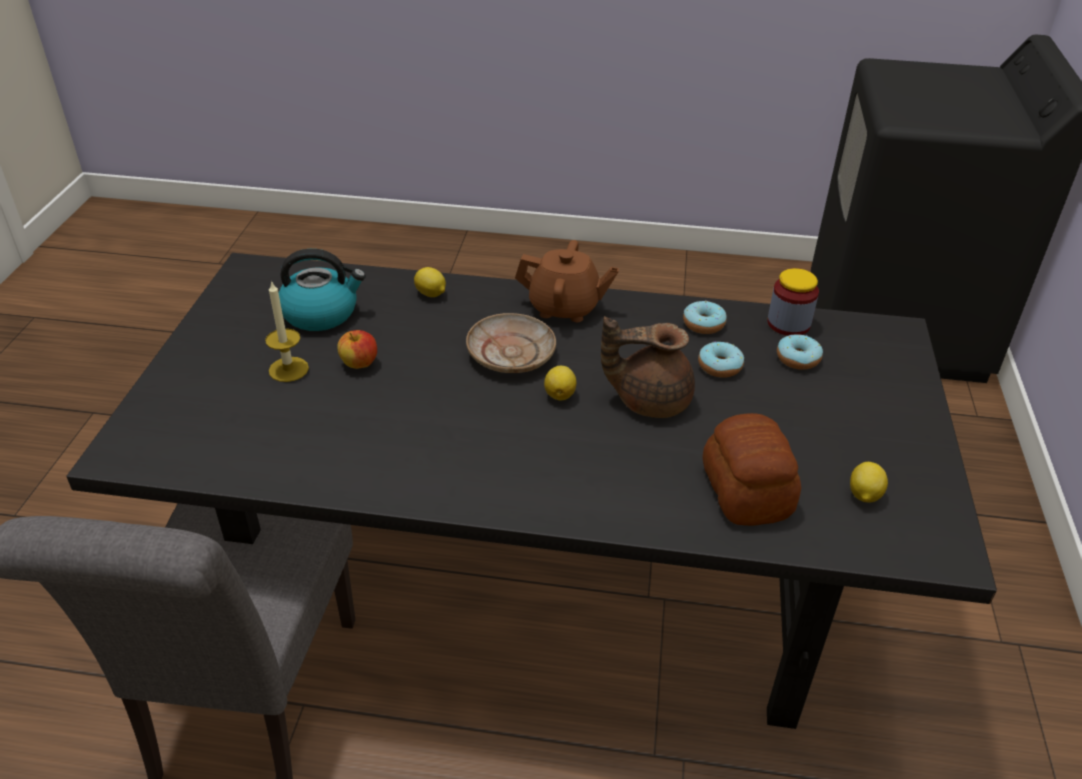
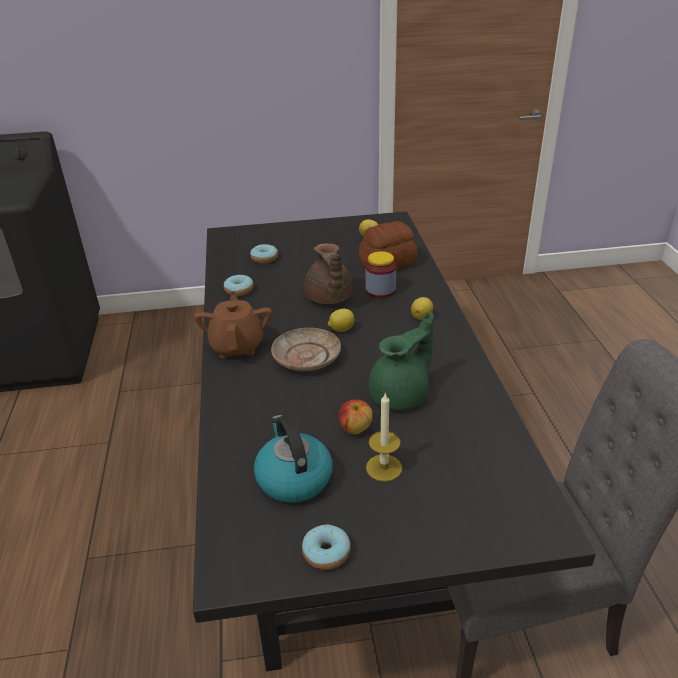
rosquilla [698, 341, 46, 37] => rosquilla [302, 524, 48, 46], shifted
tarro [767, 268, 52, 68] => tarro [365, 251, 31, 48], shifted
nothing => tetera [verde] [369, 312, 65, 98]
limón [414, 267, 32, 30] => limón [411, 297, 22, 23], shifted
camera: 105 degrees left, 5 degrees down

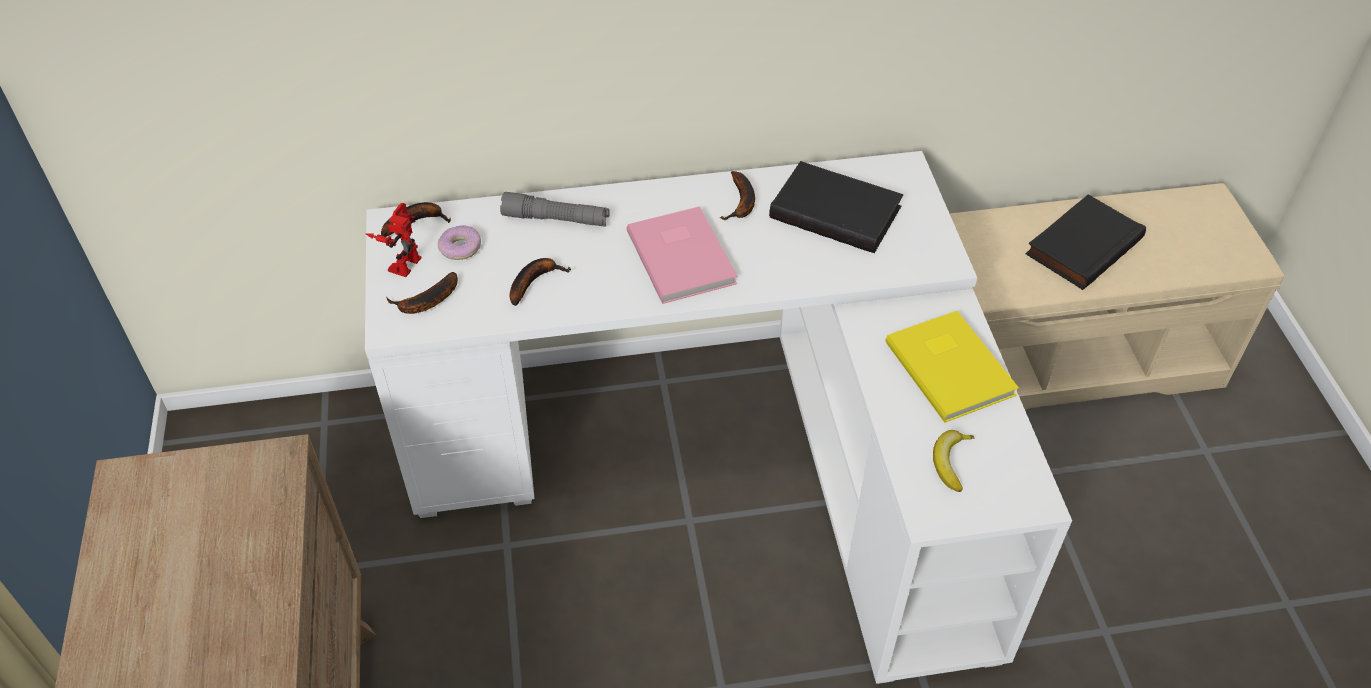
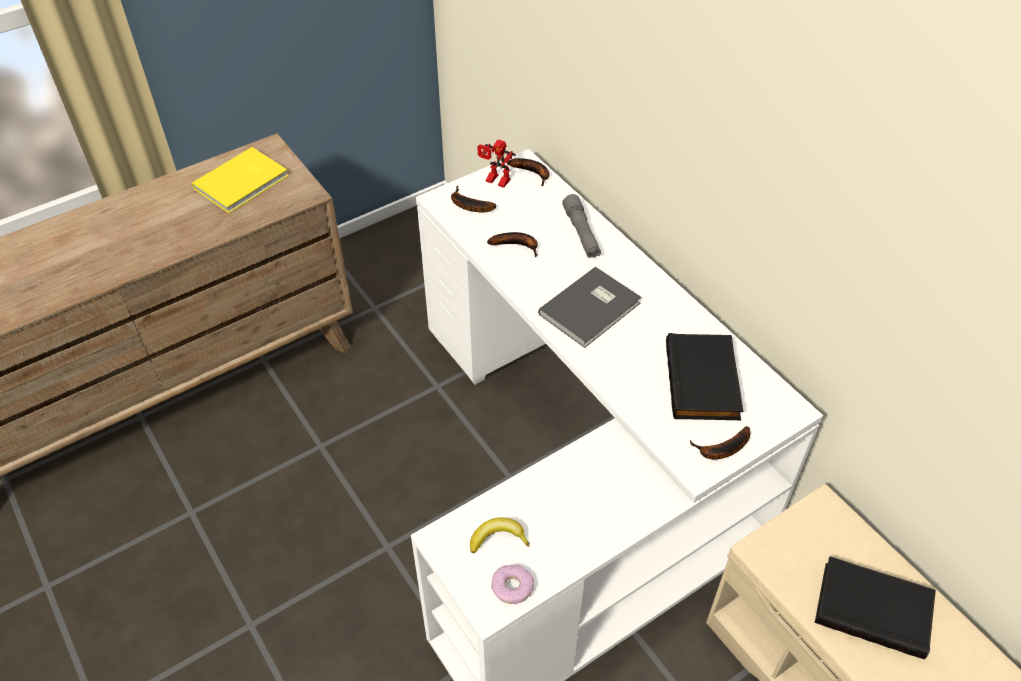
libro [amarillo] [885, 311, 134, 112] => libro [amarillo] [192, 147, 97, 66], shifted
robot de juguete [366, 203, 56, 74] => robot de juguete [477, 140, 39, 48], 150 degrees counterclockwise
rosquilla [438, 225, 43, 35] => rosquilla [491, 565, 43, 39], shifted
libro [rosa] [626, 206, 111, 98] => libro [gris] [538, 267, 103, 81]
plátano [720, 171, 35, 49] => plátano [690, 426, 61, 34], shifted
camera: 65 degrees right, 0 degrees up

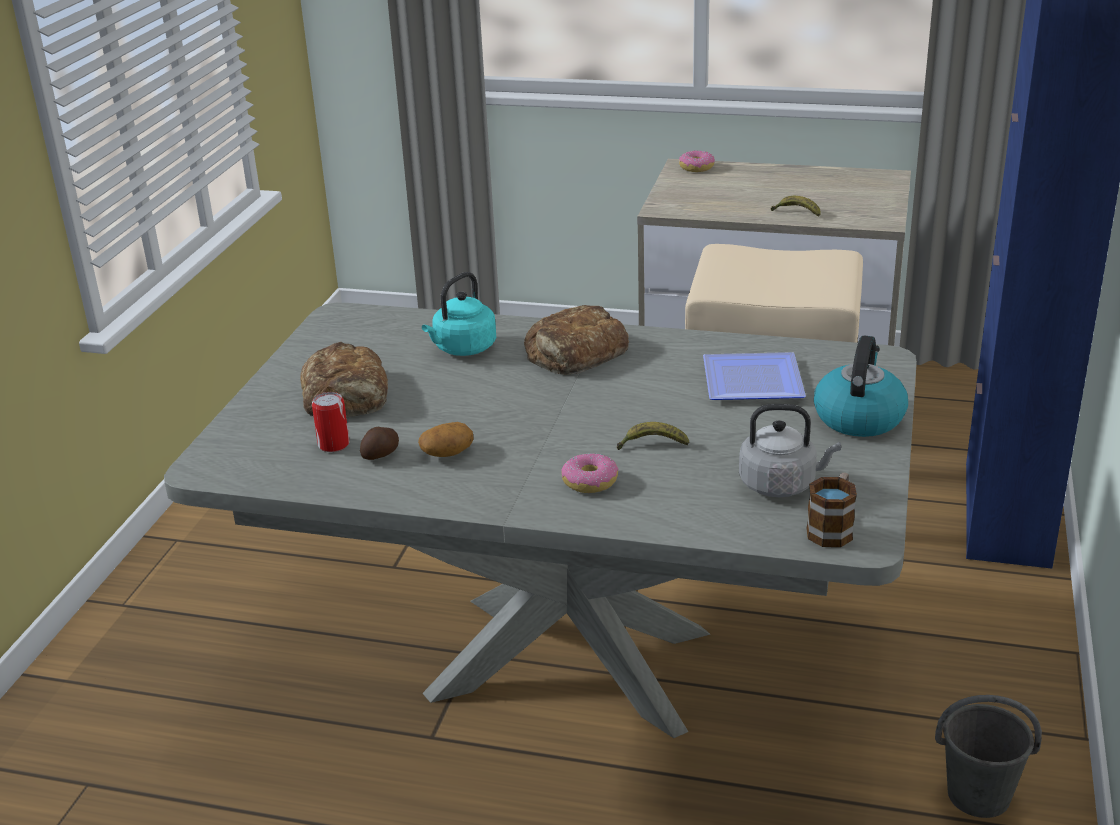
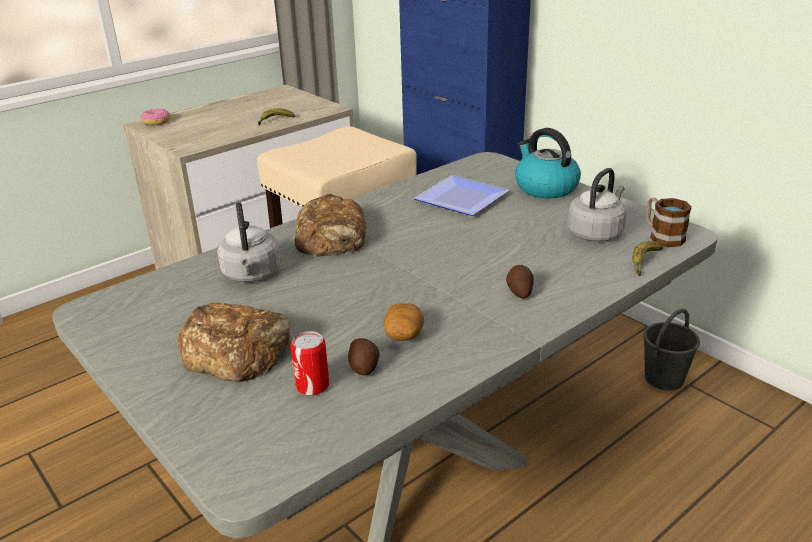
hervidor [turquesa] [422, 272, 74, 84] => hervidor [gris] [217, 202, 64, 80]
rosquilla [561, 453, 58, 40] => patata [506, 265, 28, 33]
plátano [617, 422, 72, 28] => plátano [632, 241, 31, 35], shifted
camera: 55 degrees left, 0 degrees up

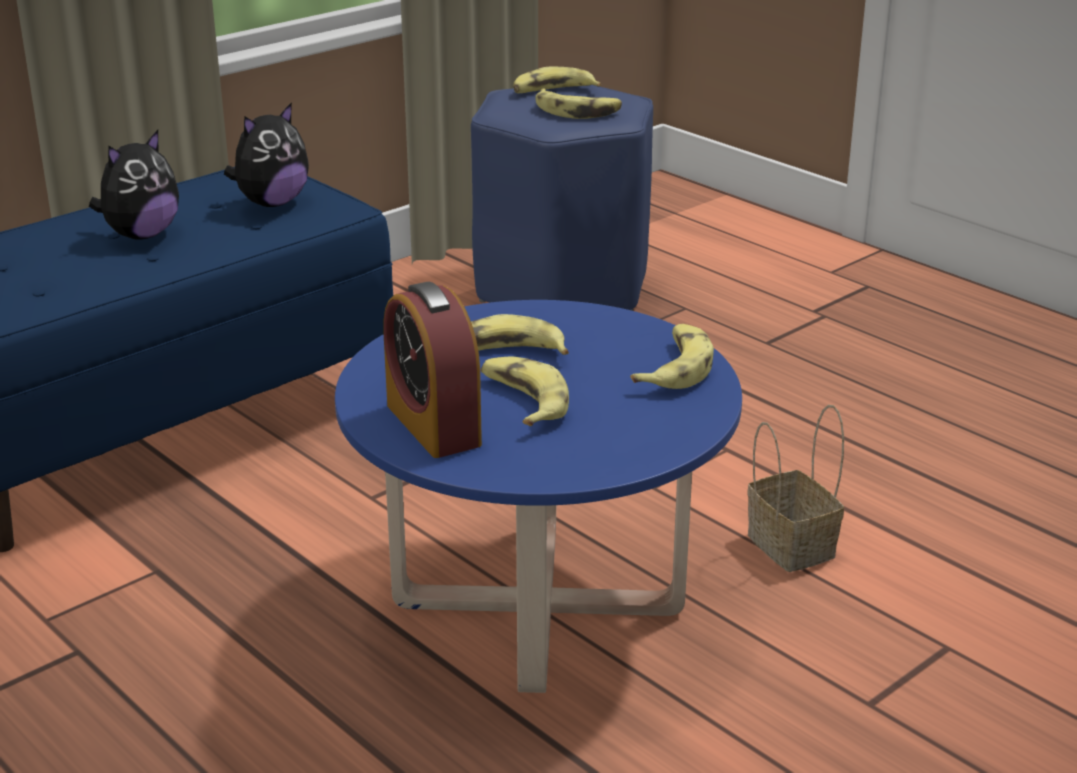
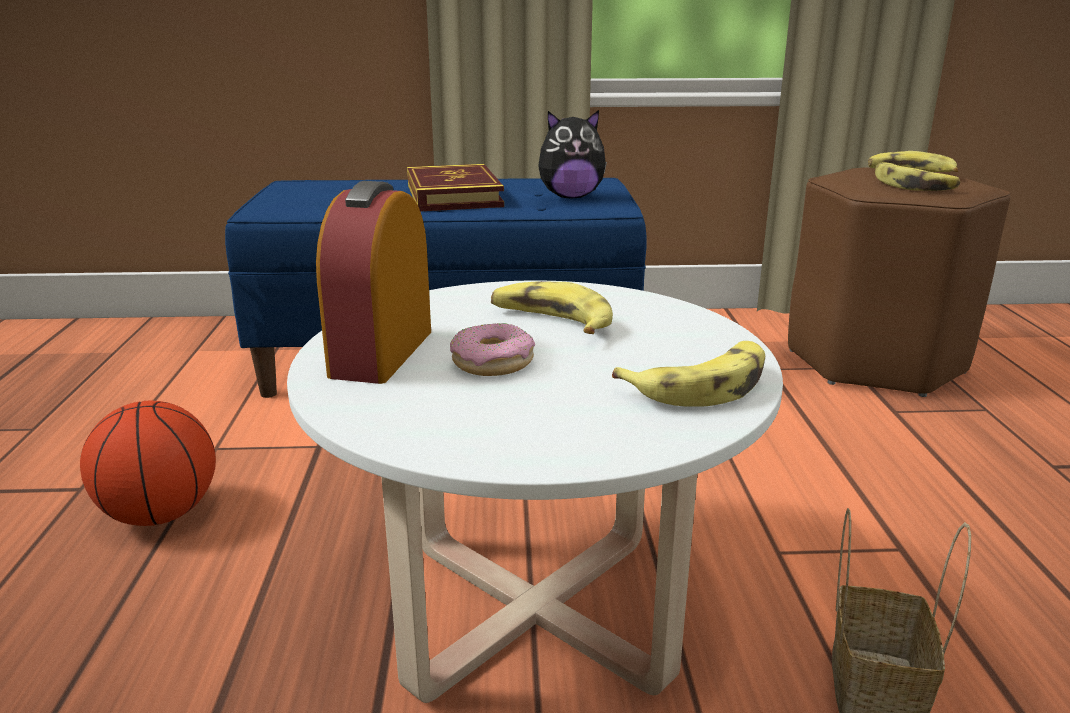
nothing => balón de baloncesto [80, 401, 136, 125]
mesa de centro [azul] [335, 300, 407, 393] => mesa de centro [blanco] [287, 281, 496, 422]
peluche [89, 130, 90, 110] => libro [407, 164, 97, 47]
plátano [481, 356, 88, 70] => rosquilla [450, 323, 85, 53]
taburete [azul] [471, 85, 182, 226] => taburete [marrón] [788, 167, 222, 230]
camera: 40 degrees right, 5 degrees down

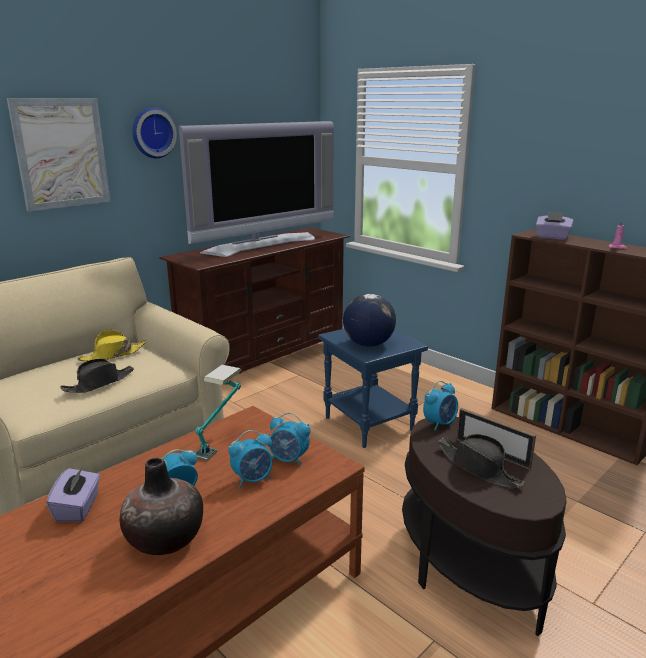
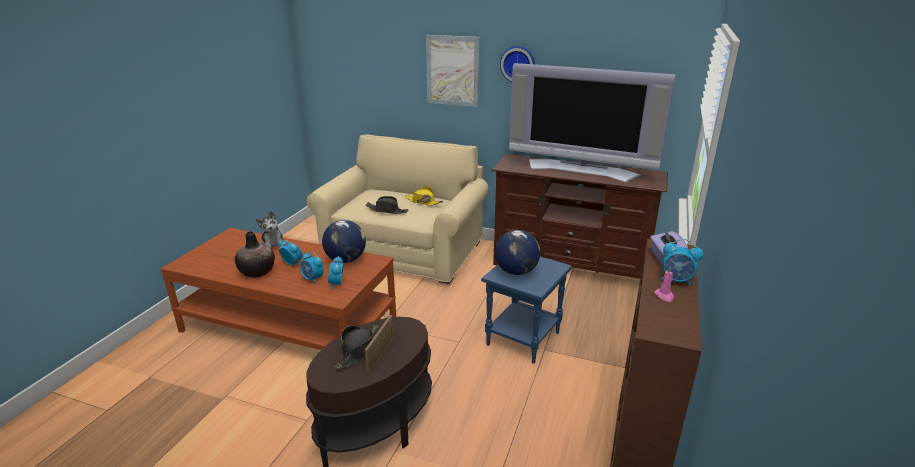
caja de pañuelos [morado] [46, 467, 54, 55] => peluche [255, 211, 32, 39]
lámpara de mesa [195, 365, 47, 96] => globo terráqueo [322, 220, 44, 43]
despertador [423, 381, 35, 50] => despertador [661, 239, 42, 47], shifted
camera: 65 degrees right, 5 degrees up

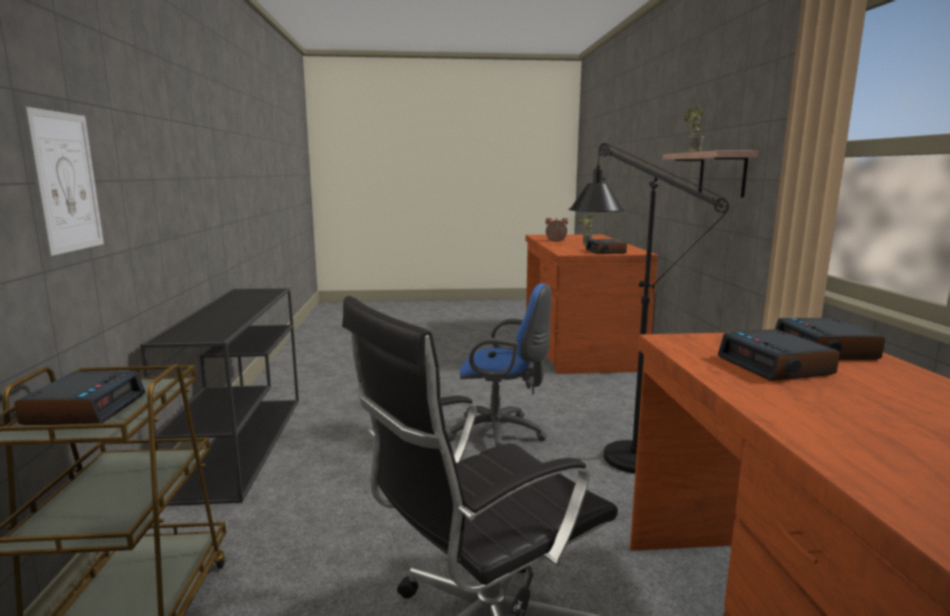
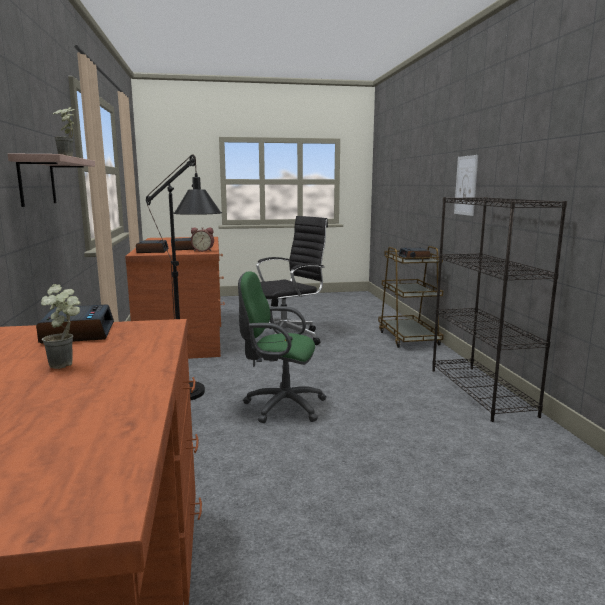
despertador [546, 218, 22, 24] => despertador [191, 227, 23, 25], shifted
silla de oficina [azul] [447, 283, 105, 163] => silla de oficina [verde] [238, 271, 88, 152]
mesa consola [negro] [140, 288, 159, 218] => estantería [negro] [432, 197, 135, 225]
camera: 175 degrees right, 0 degrees up

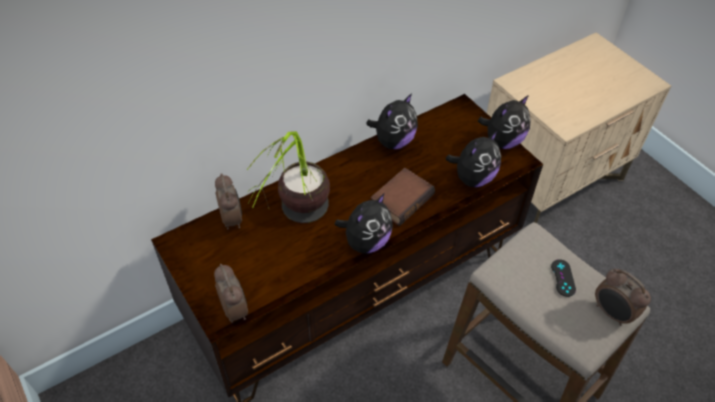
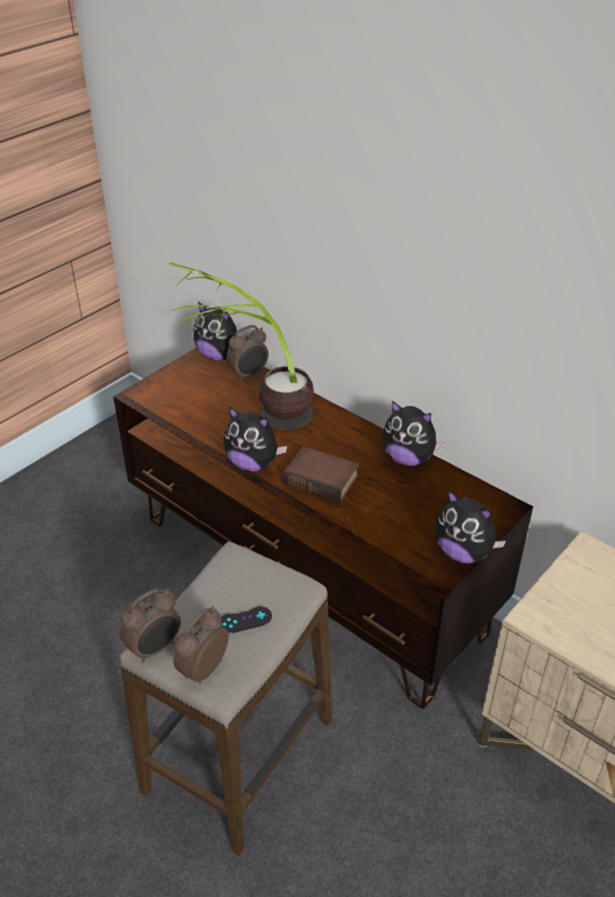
despertador [214, 264, 34, 59] => despertador [120, 589, 61, 74], shifted
peluche [446, 131, 55, 56] => peluche [194, 302, 43, 59], shifted
camera: 75 degrees right, 10 degrees down

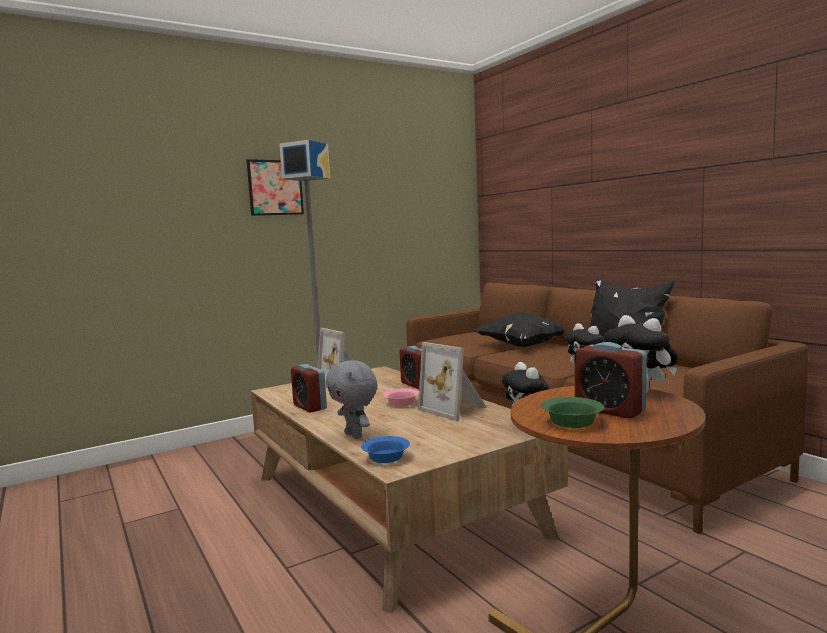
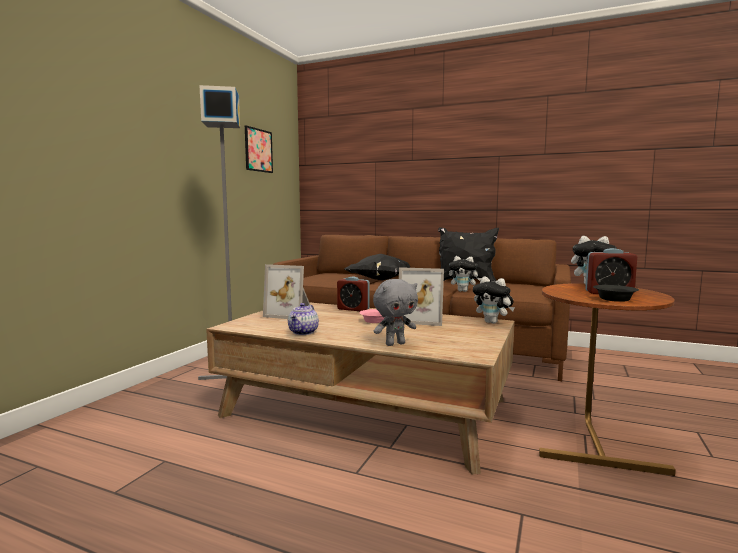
cuadro [247, 159, 57, 57] => cuadro [245, 125, 28, 48], shifted
despertador [291, 364, 36, 49] => tetera [288, 303, 31, 32]
peluche [gris] [326, 360, 51, 79] => peluche [gris] [373, 279, 45, 67], 45 degrees counterclockwise
cuenco [verde] [541, 397, 63, 31] => cuenco [negro] [593, 285, 46, 17]
cuenco [azul] [361, 436, 49, 27] => nothing
camera: 35 degrees left, 0 degrees up

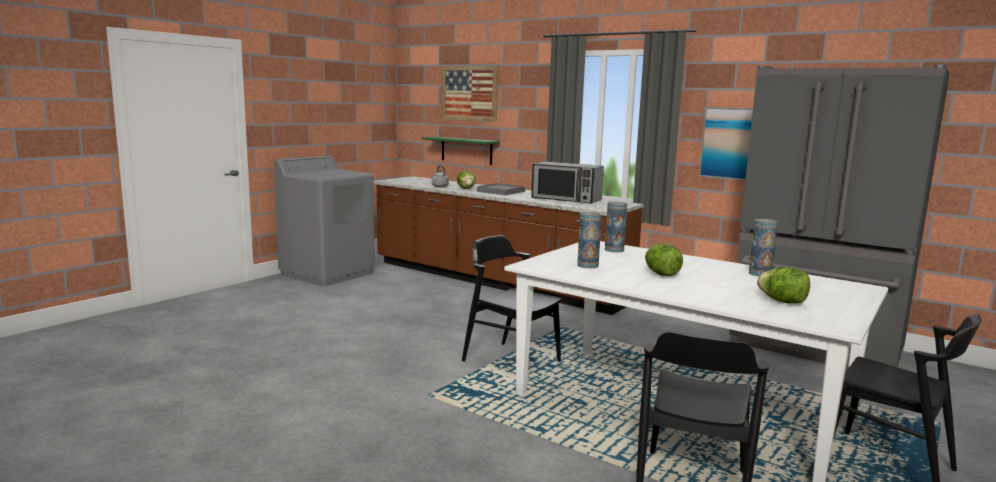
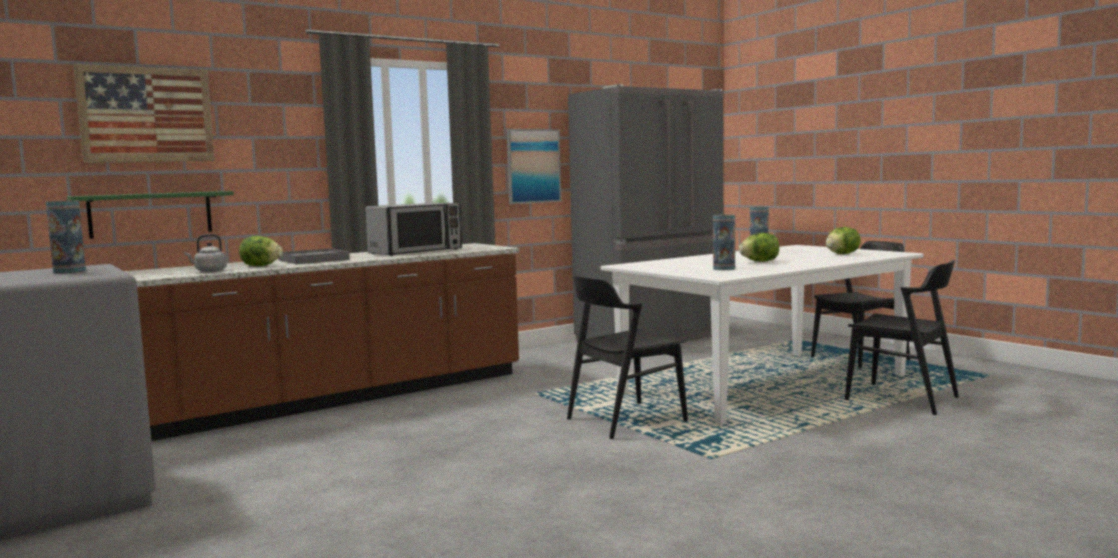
florero [605, 201, 22, 52] => florero [46, 200, 40, 74], shifted
camera: 70 degrees left, 5 degrees down

